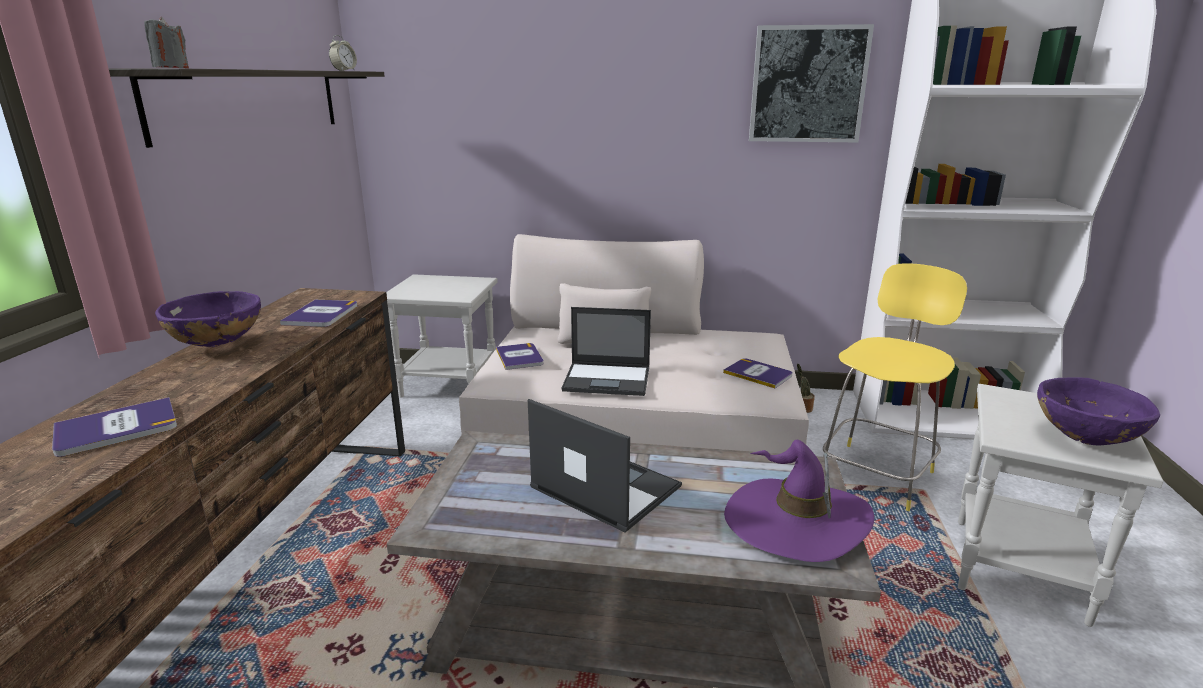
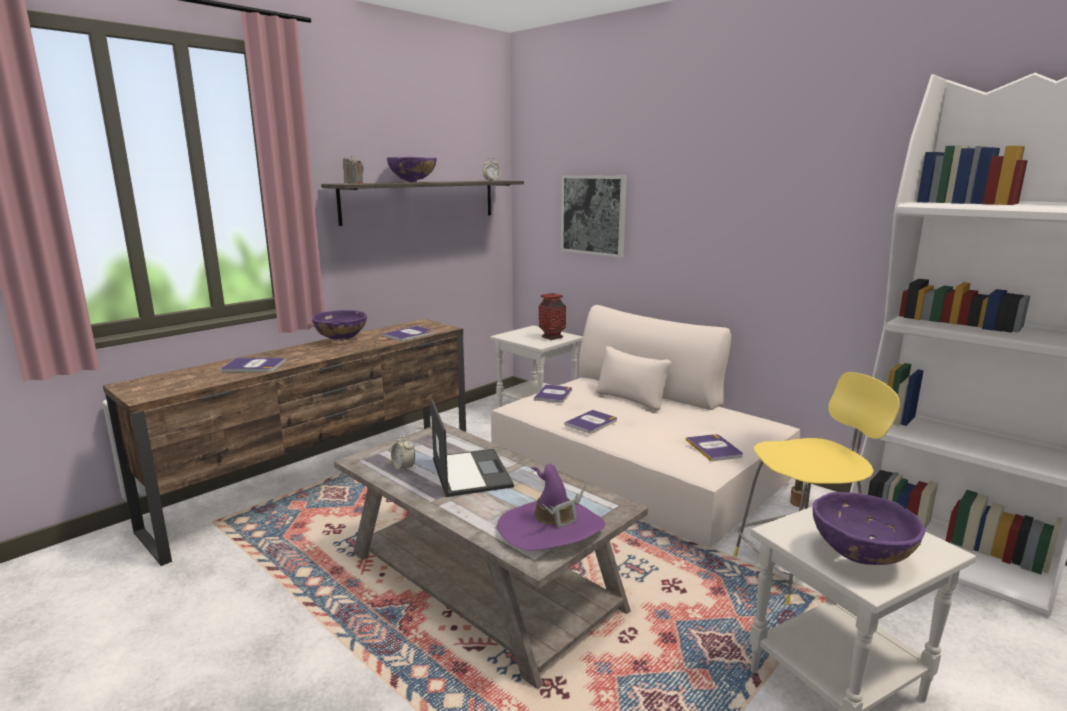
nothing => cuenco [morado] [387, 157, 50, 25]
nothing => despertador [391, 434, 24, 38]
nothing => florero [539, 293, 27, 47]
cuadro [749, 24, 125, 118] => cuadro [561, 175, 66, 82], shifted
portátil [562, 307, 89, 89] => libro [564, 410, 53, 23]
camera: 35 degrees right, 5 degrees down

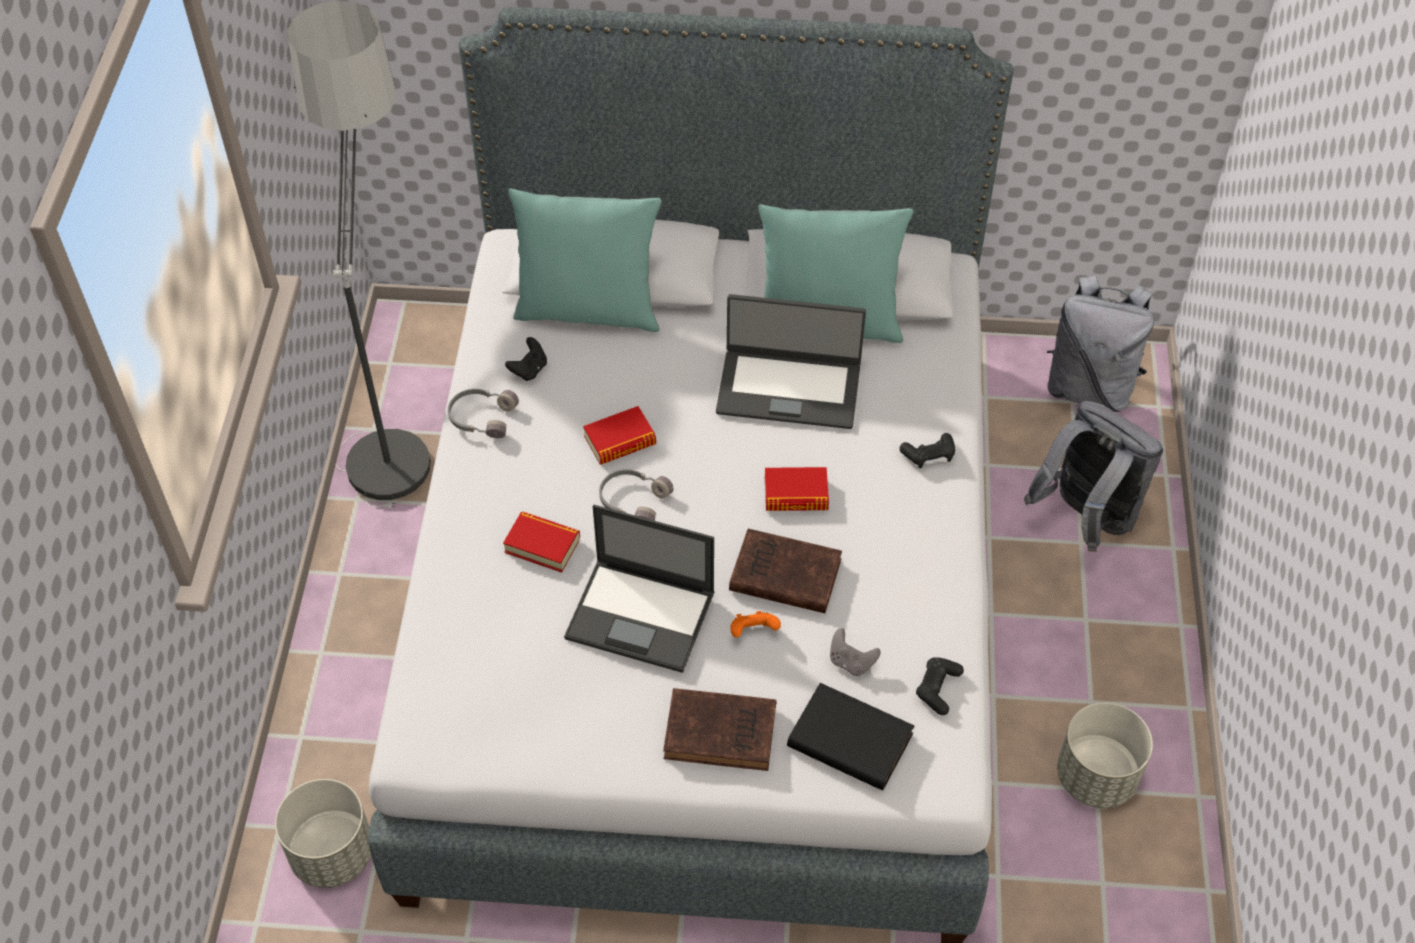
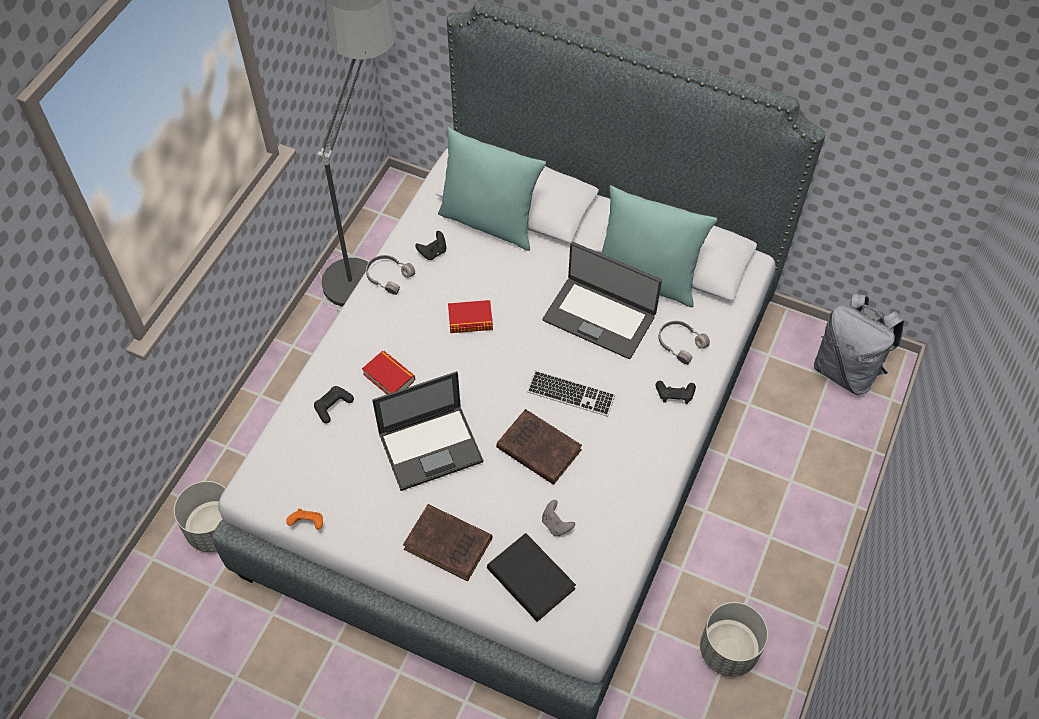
mando de consola [naranja] [730, 611, 51, 26] => mando de consola [naranja] [286, 509, 37, 21], shifted
mando de consola [negro] [916, 657, 48, 58] => mando de consola [negro] [314, 386, 40, 38], shifted
portátil [564, 505, 151, 168] => portátil [372, 371, 111, 120], 60 degrees counterclockwise
libro [765, 467, 64, 44] => teclado [527, 370, 88, 47]
auriculares [gris] [599, 469, 74, 52] => auriculares [gris] [658, 321, 52, 44], shifted
mochila [gris] [1024, 401, 139, 151] => nothing
camera: 20 degrees right, 5 degrees up

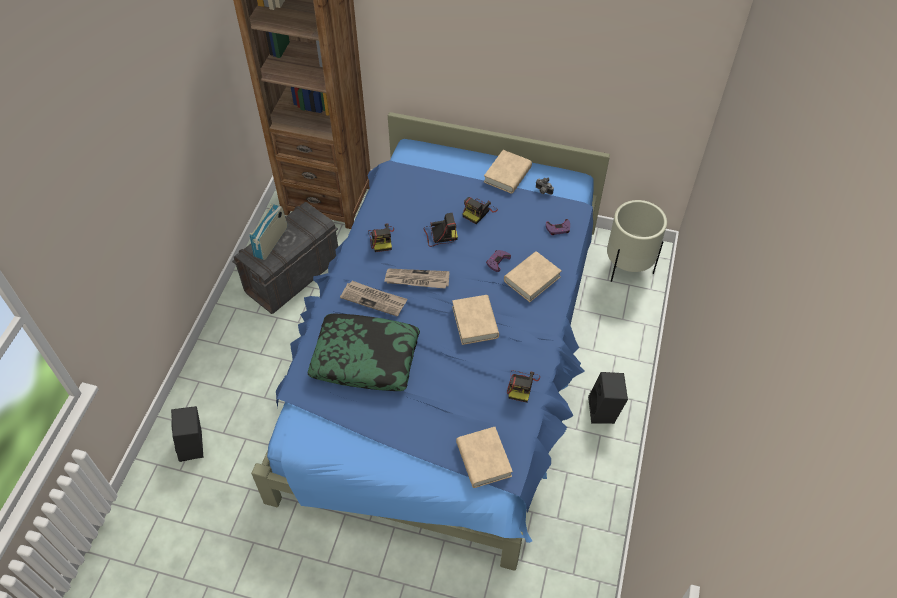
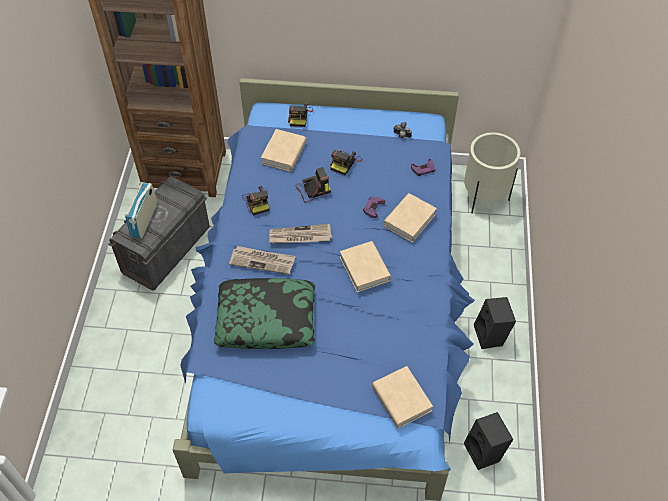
libro [beis] [484, 150, 48, 44] => libro [beis] [261, 129, 45, 43], shifted
cámara [507, 370, 33, 33] => cámara [288, 103, 25, 24], shifted
altavoz [negro] [171, 406, 33, 56] => altavoz [negro] [464, 412, 49, 58], shifted
camera: 10 degrees left, 0 degrees up

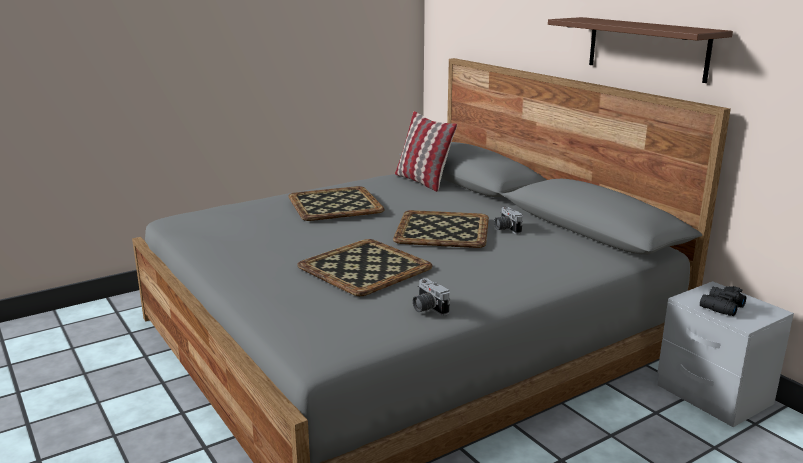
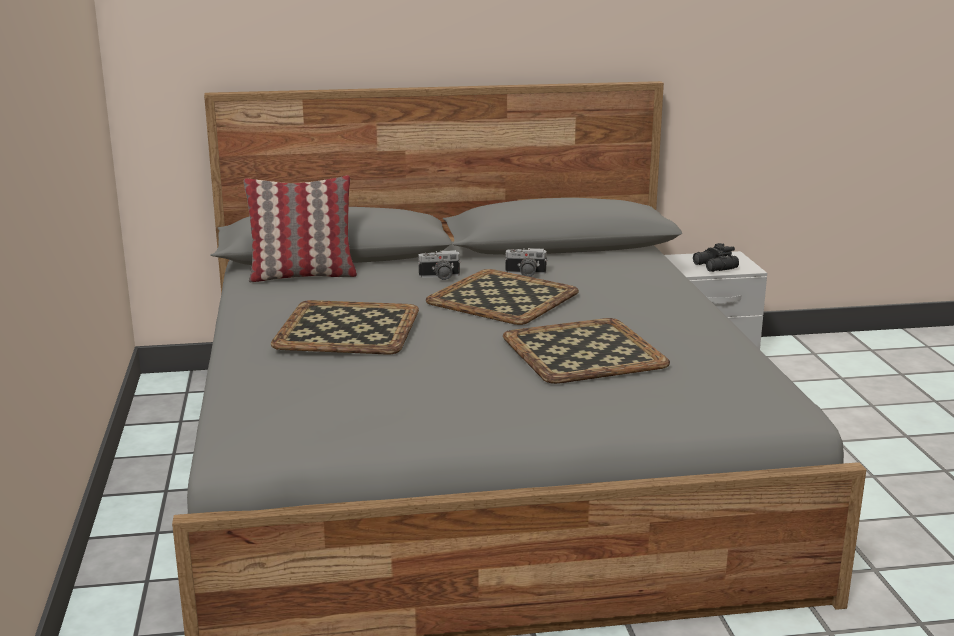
cámara [413, 278, 37, 38] => cámara [418, 250, 43, 30], shifted
estante [marrón] [548, 17, 185, 66] => nothing
camera: 65 degrees left, 0 degrees up

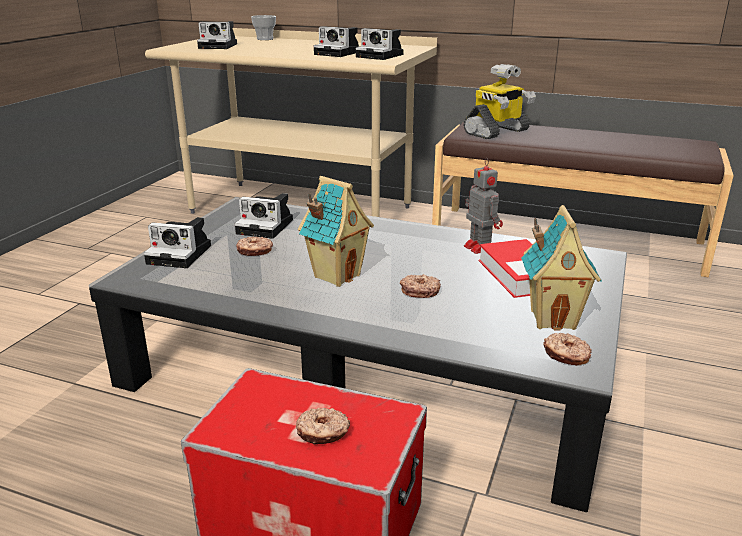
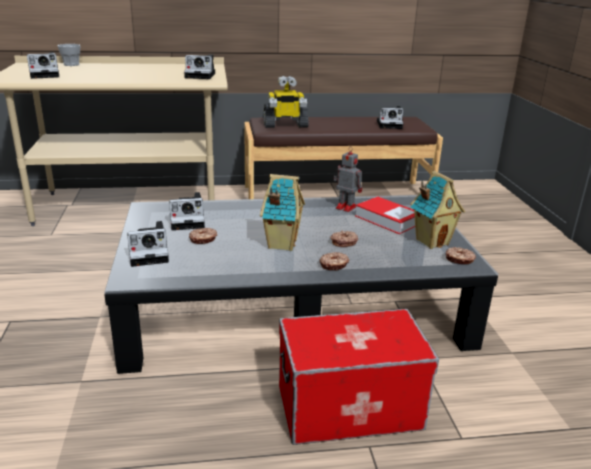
robot de juguete [463, 64, 73, 75] => robot de juguete [263, 76, 46, 52], 60 degrees clockwise
rosquilla [296, 408, 54, 37] => rosquilla [320, 252, 29, 18], shifted
cámara [314, 26, 45, 31] => cámara [377, 106, 26, 23], shifted
camera: 30 degrees left, 0 degrees up

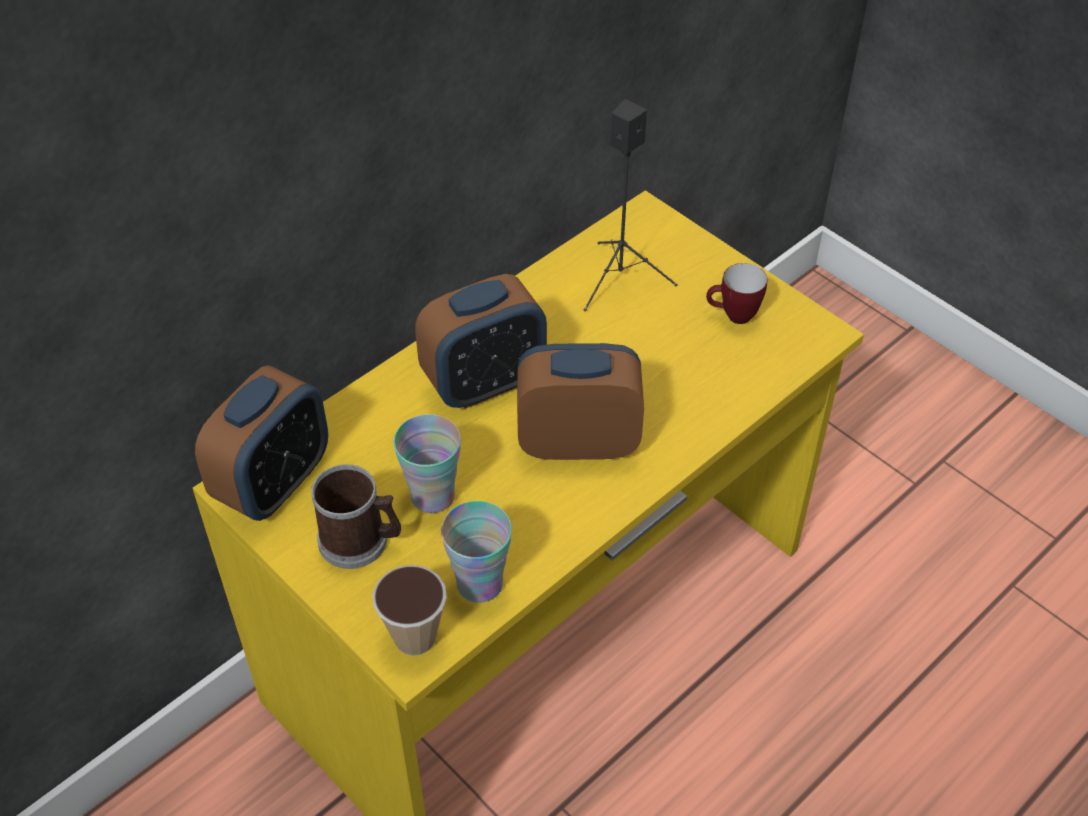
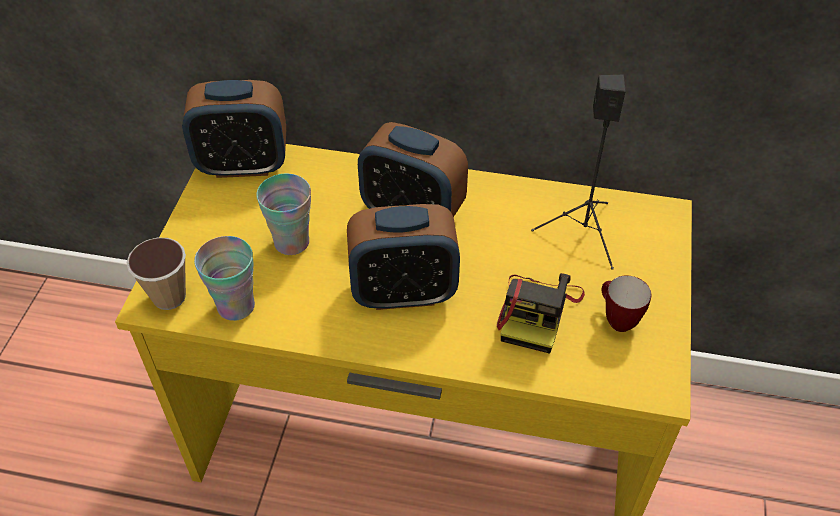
despertador [517, 343, 127, 117] => despertador [347, 204, 113, 106], 120 degrees clockwise
nothing => cámara [497, 273, 88, 81]
taza grande [311, 464, 90, 105] => nothing
camera: 55 degrees right, 0 degrees up

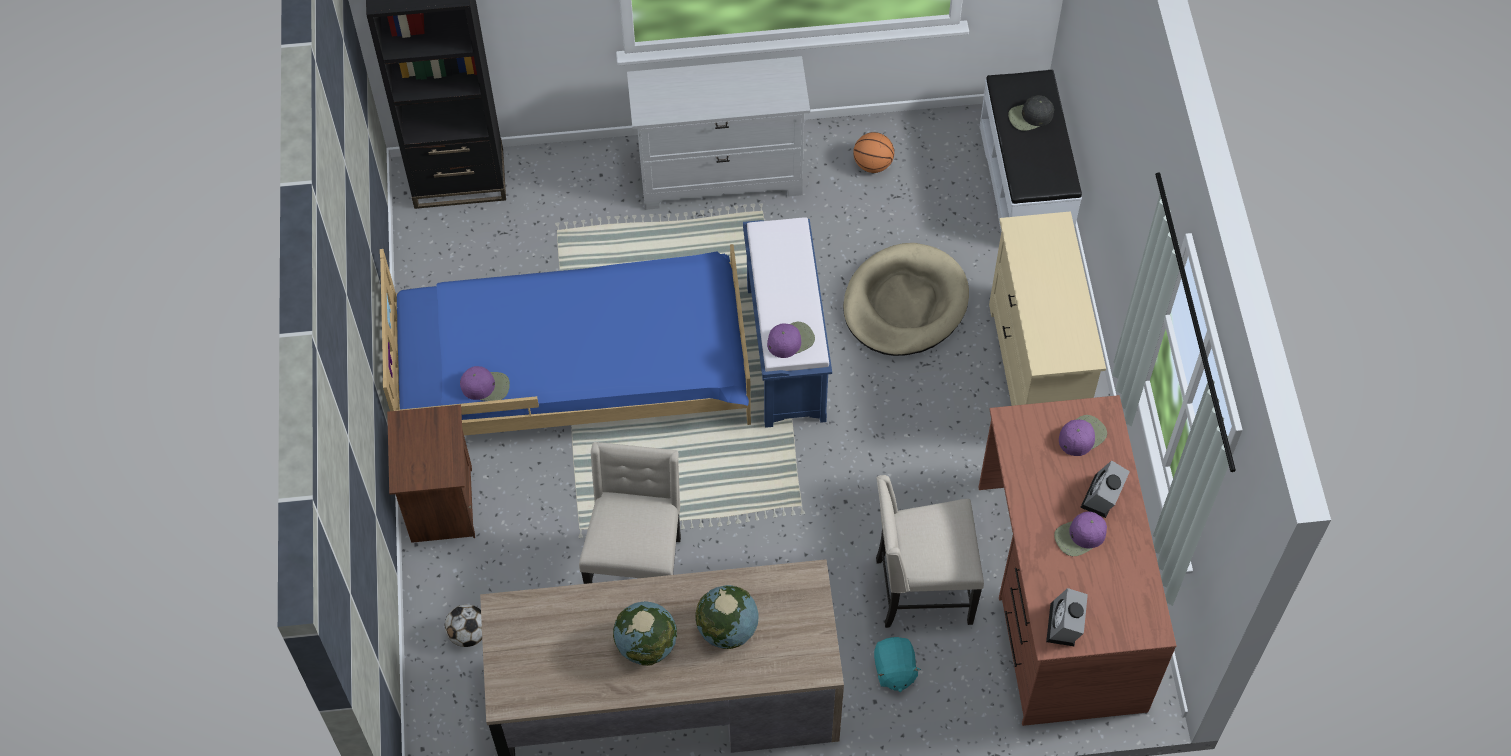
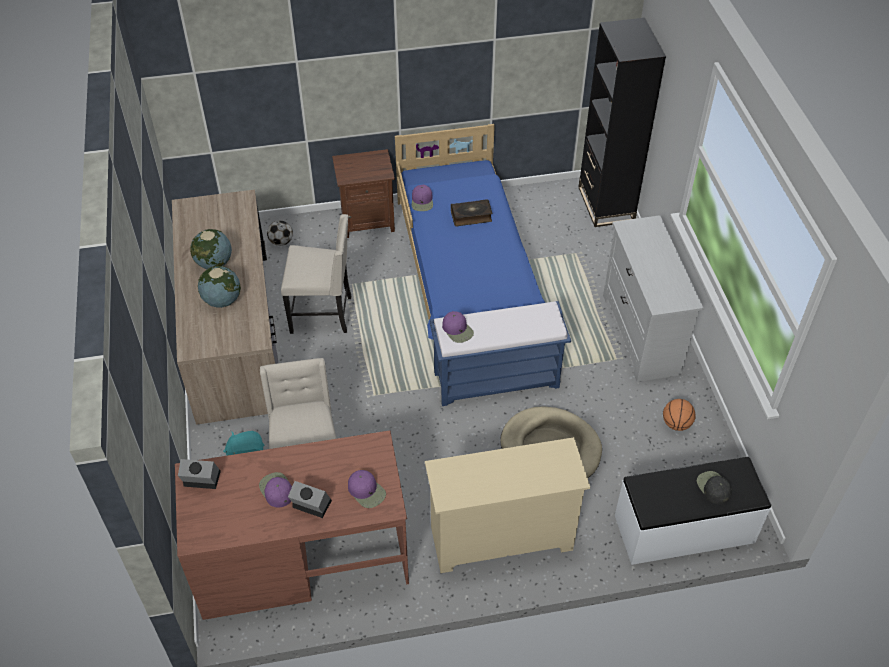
nothing => libro [451, 199, 41, 27]
camera: 85 degrees right, 10 degrees down

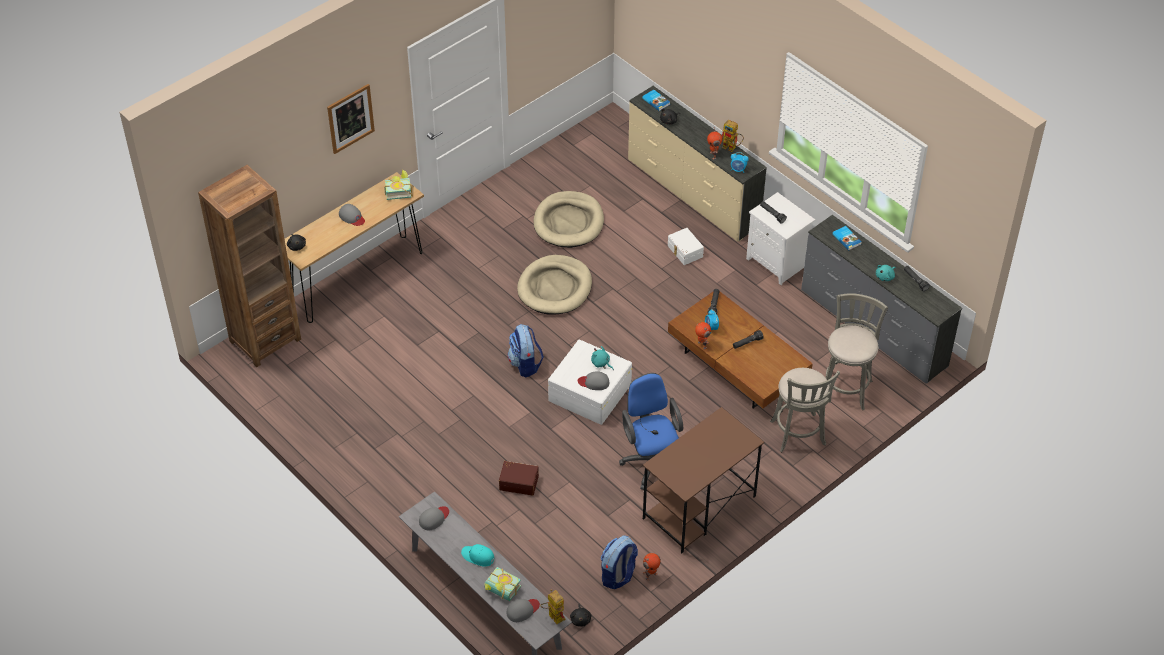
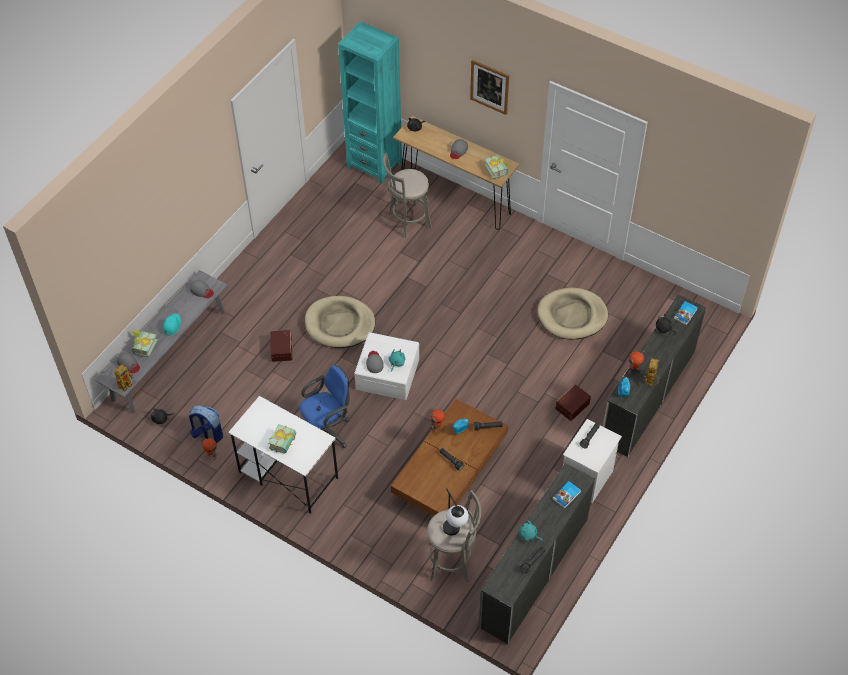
escritorio [marrón] [643, 407, 121, 146] => escritorio [blanco] [228, 396, 110, 118]
nothing => libro [268, 424, 28, 30]
cama para perro [beis] [517, 255, 75, 59] => cama para perro [beis] [305, 296, 70, 52], shifted
estantería [marrón] [198, 165, 103, 202] => estantería [turquesa] [338, 22, 64, 162]
taburete [gris] [770, 368, 70, 84] => taburete [gris] [383, 153, 49, 85], shifted
nothing => lámpara de mesa [443, 488, 26, 47]
caja de almacenaje [blanco] [668, 228, 36, 37] => caja de almacenaje [marrón] [555, 384, 36, 37]
mochila [508, 324, 36, 53] => nothing
camera: 75 degrees right, 5 degrees up

